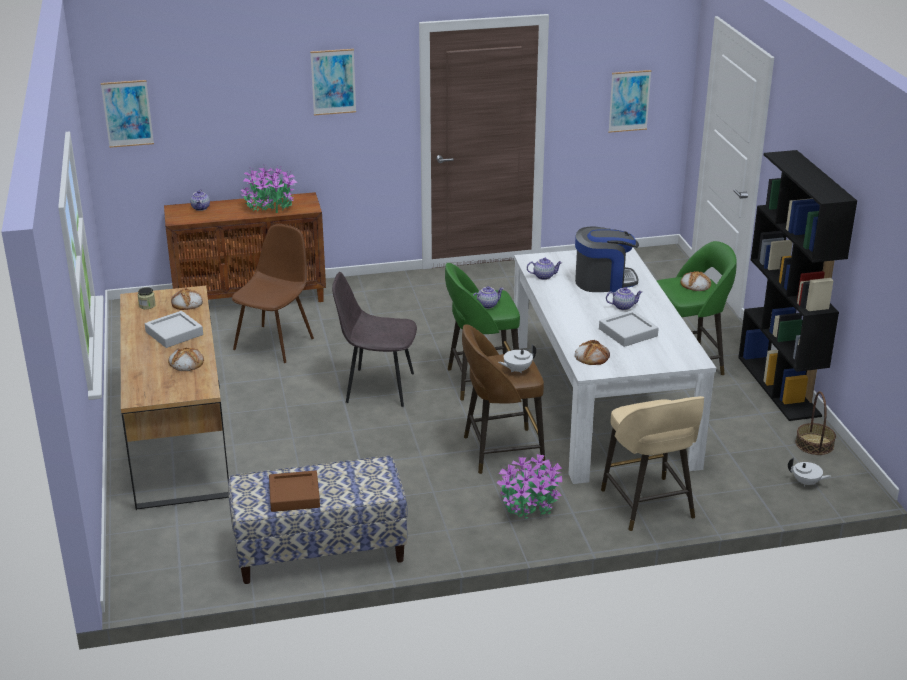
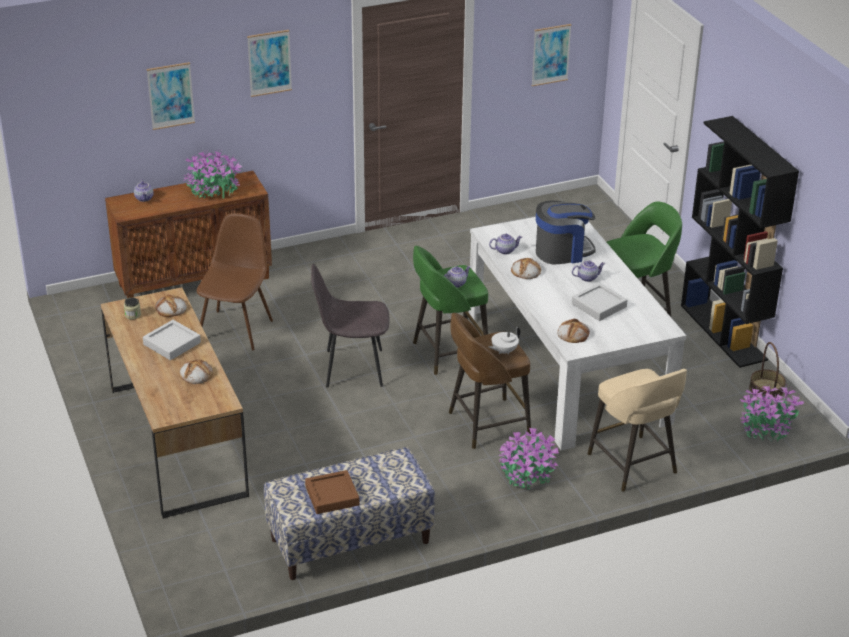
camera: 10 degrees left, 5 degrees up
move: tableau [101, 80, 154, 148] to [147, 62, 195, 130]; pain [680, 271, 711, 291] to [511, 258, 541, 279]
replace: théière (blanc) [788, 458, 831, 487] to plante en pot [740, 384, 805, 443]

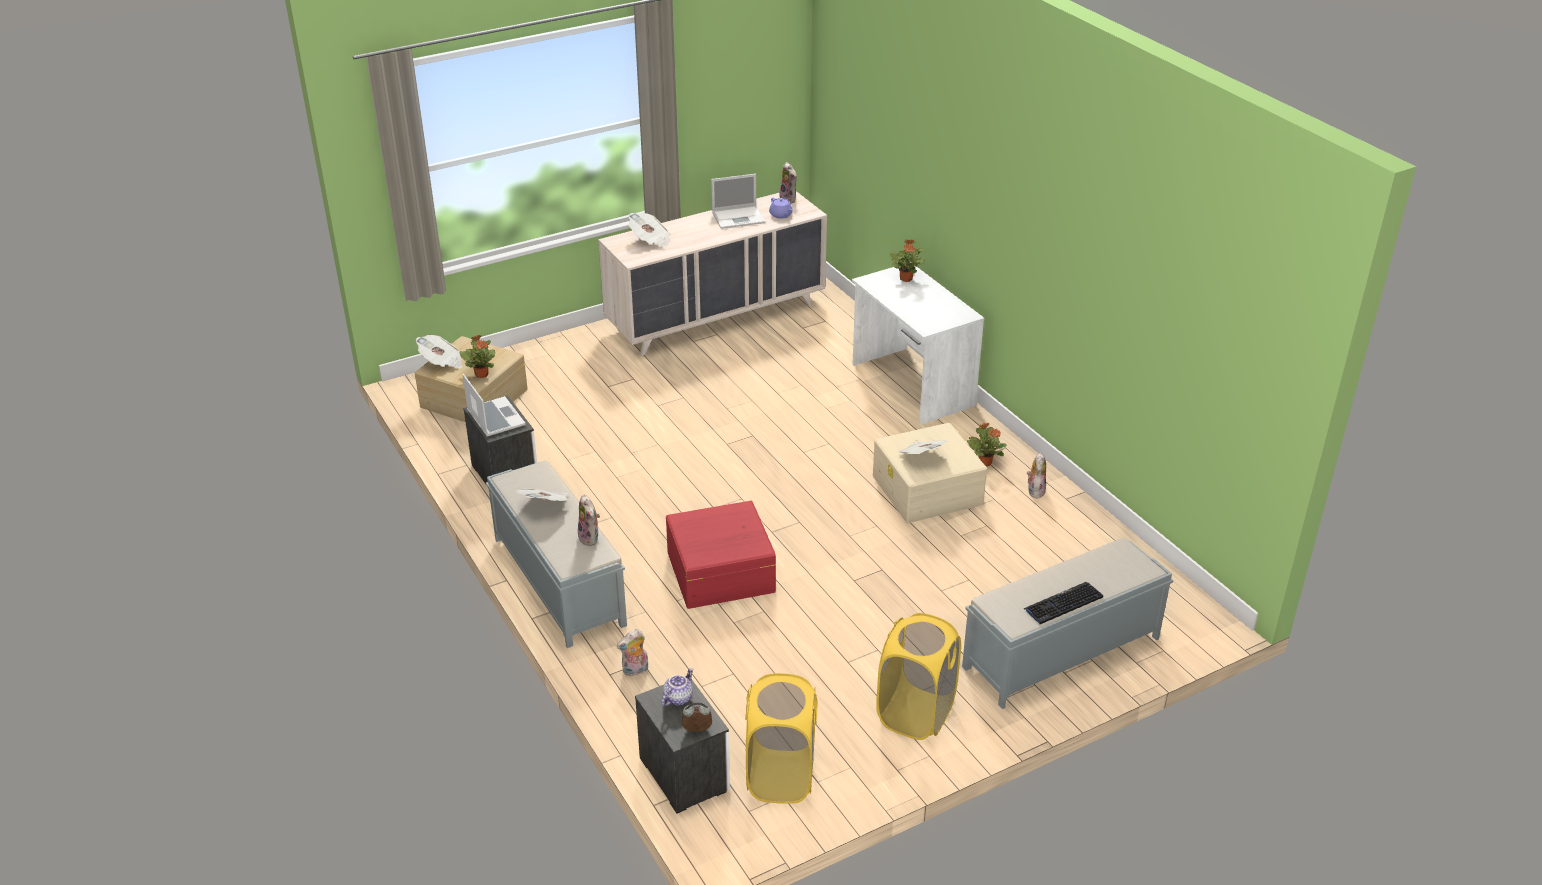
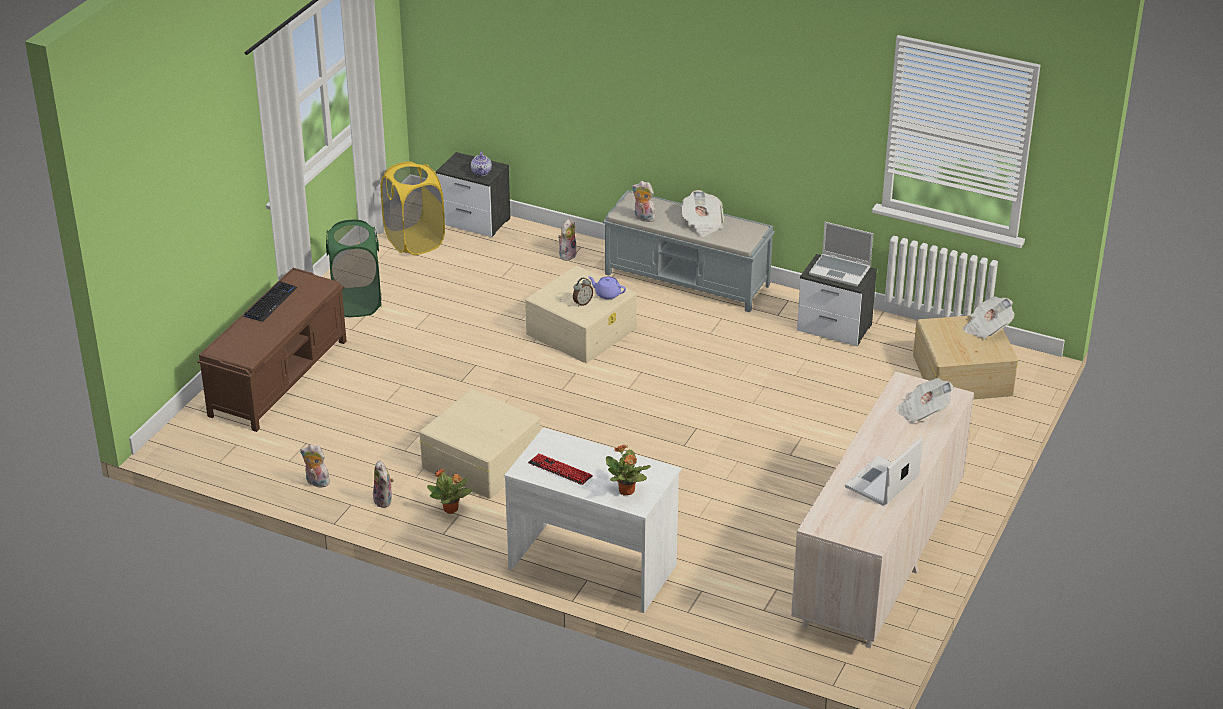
camera: 145 degrees right, 0 degrees up
delete: plante en pot [460, 335, 495, 378]; journal [898, 440, 948, 454]
insert: clavier [528, 454, 593, 485]
move: peluche [779, 162, 797, 203] to [300, 445, 330, 487]; réveil [682, 702, 712, 732] to [573, 278, 593, 307]; théière (violet) [769, 198, 793, 219] to [588, 276, 626, 299]
recolor: banc (gris) [962, 538, 1173, 709] to banc (marron) [198, 268, 347, 432]; panier à linge (jaune) [876, 613, 961, 740] to panier à linge (vert) [326, 220, 381, 317]; boîte de rangement (rouge) [666, 501, 776, 609] to boîte de rangement (beige) [525, 265, 637, 363]

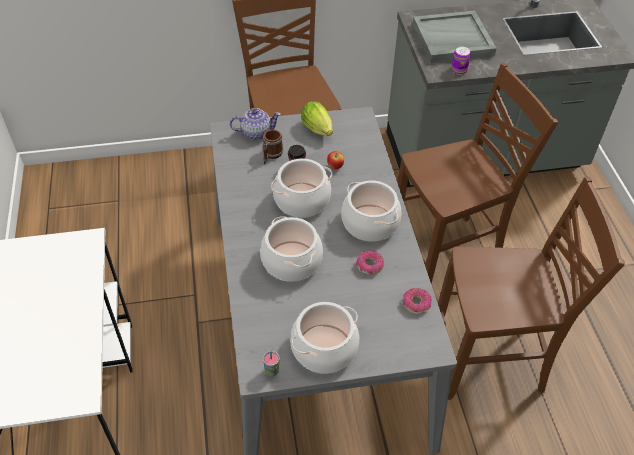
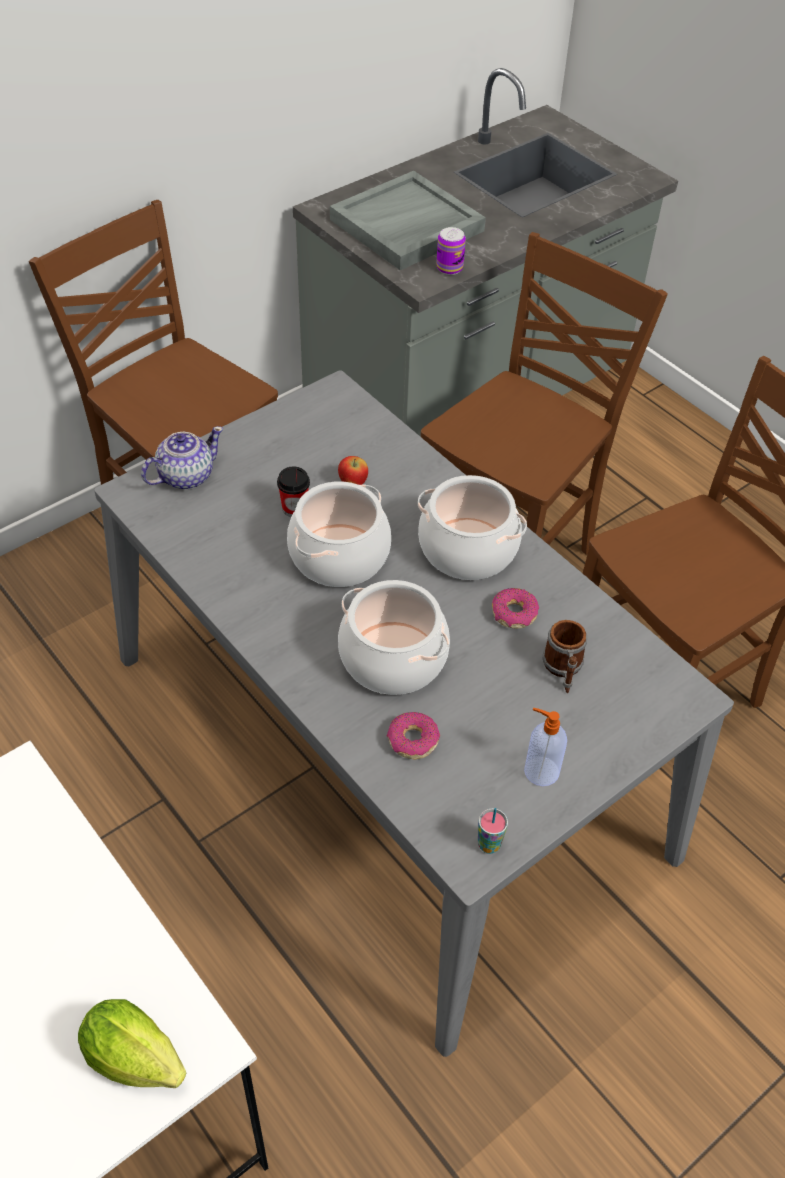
camera: 30 degrees left, 0 degrees up
move: laitue [301, 101, 333, 136] to [78, 999, 186, 1088]; beignet [403, 288, 432, 314] to [387, 712, 440, 760]; mug [263, 129, 283, 164] to [542, 620, 587, 693]
replace: marmite [290, 302, 359, 374] to distributeur de savon [524, 707, 567, 786]

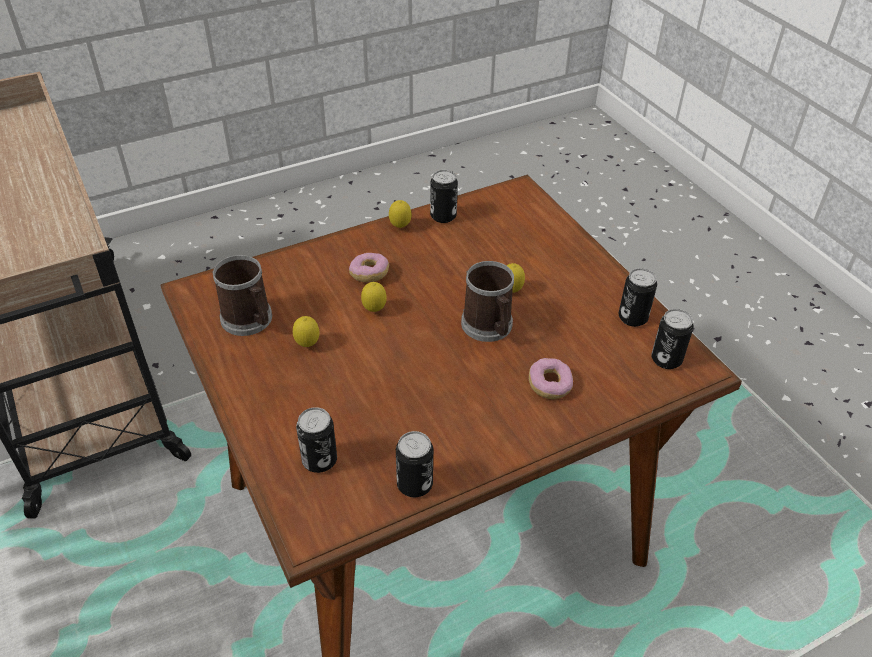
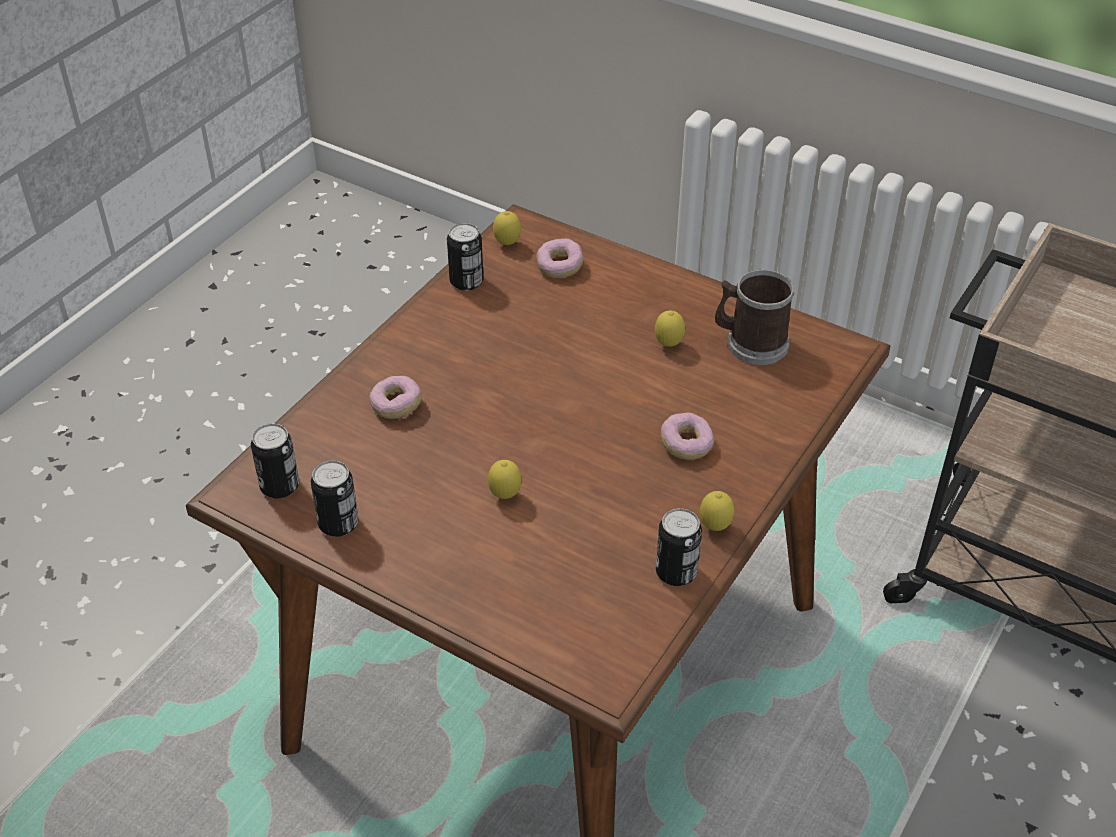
camera: 150 degrees right, 0 degrees up
delete: mug [461, 261, 514, 342]
move: citron [361, 282, 387, 312] to [493, 211, 521, 245]
replace: boîte métallique [296, 407, 337, 473] to beignet [536, 239, 583, 278]

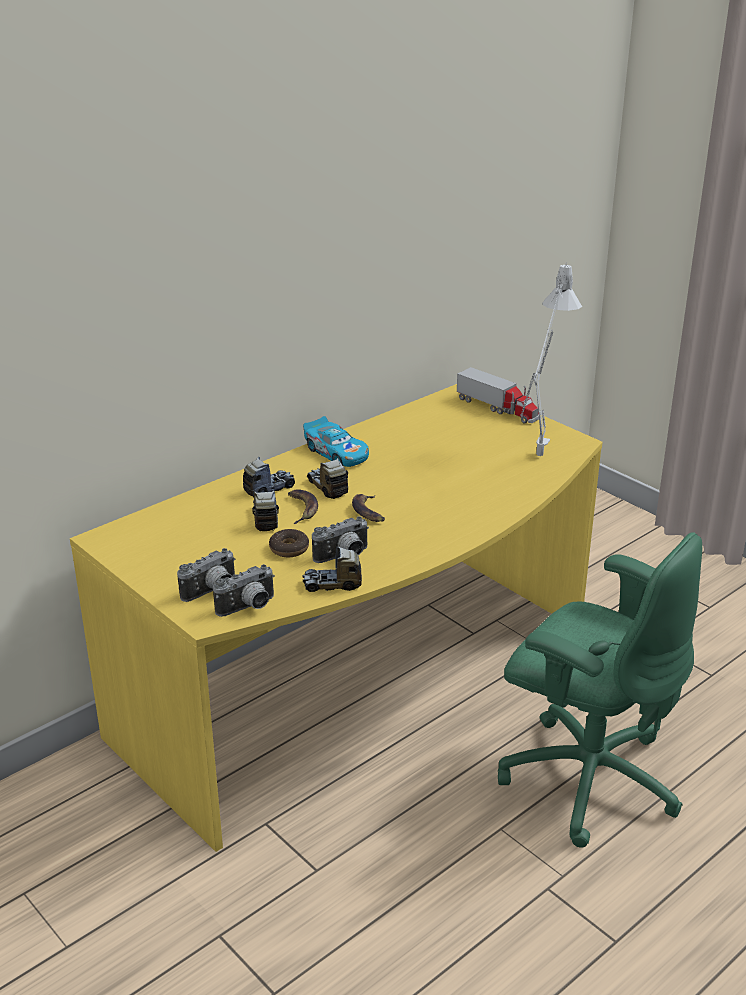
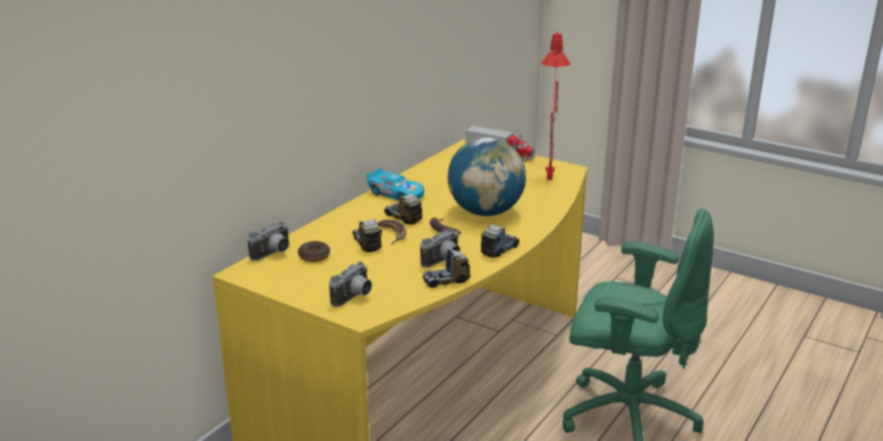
camera: 15 degrees left, 5 degrees down
insert: globe [448, 137, 526, 216]
move: appareil photo [213, 564, 275, 617] to [247, 221, 289, 261]; beignet [269, 529, 309, 557] to [298, 241, 330, 262]; camion jouet [243, 457, 295, 498] to [481, 223, 519, 258]
recolor: lampe de table (gris) [521, 263, 582, 456] to lampe de table (rouge) [541, 31, 571, 180]

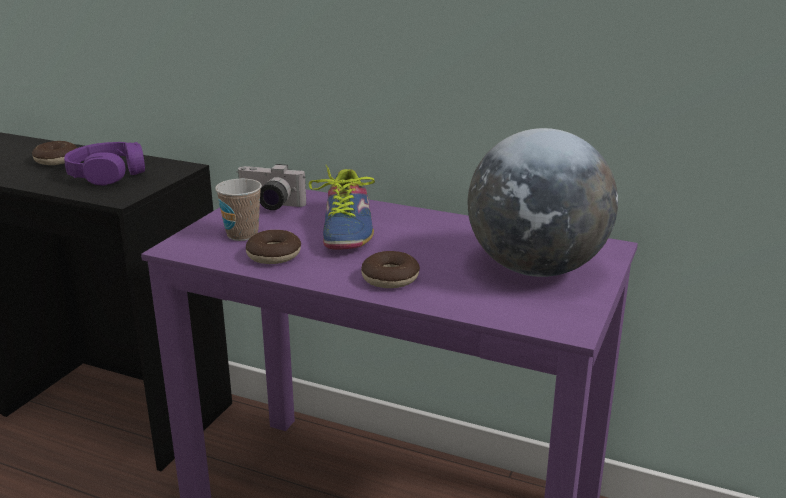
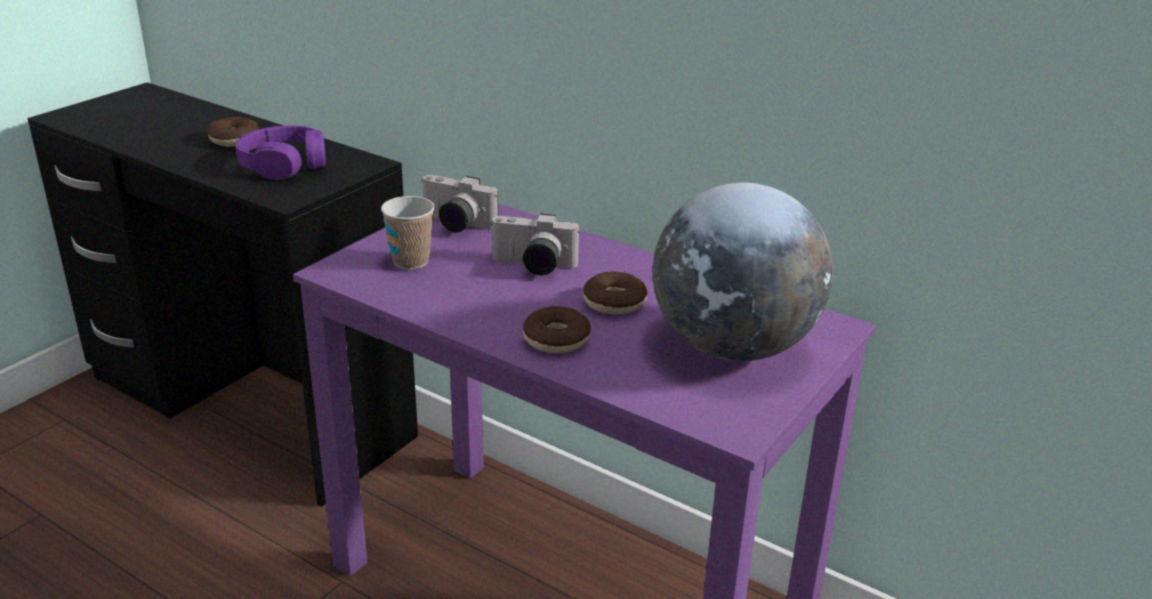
camera: 10 degrees right, 5 degrees up
move: beignet [246, 230, 301, 264] to [583, 271, 648, 315]
replace: chaussure [309, 165, 375, 250] to appareil photo [490, 213, 580, 275]

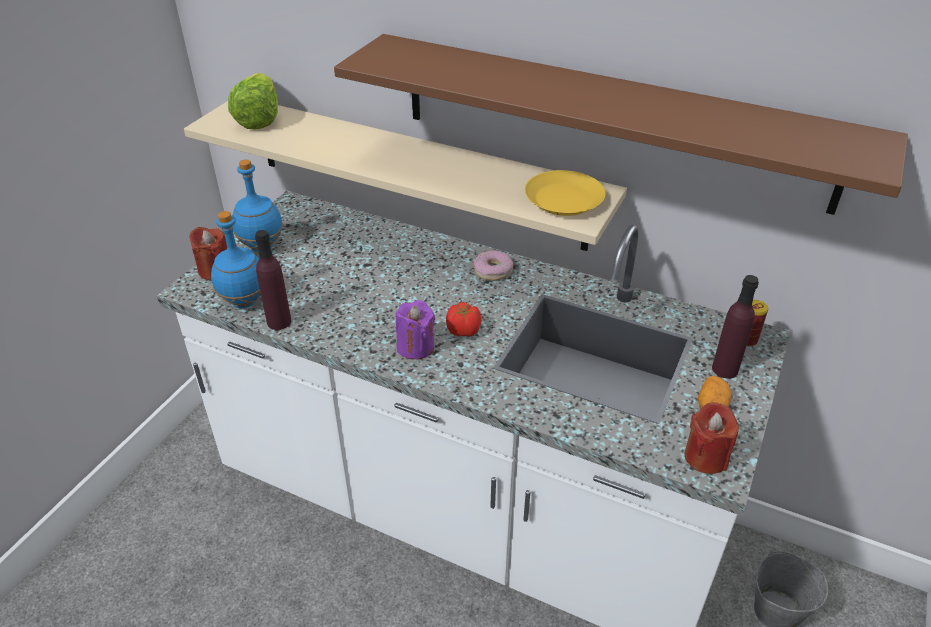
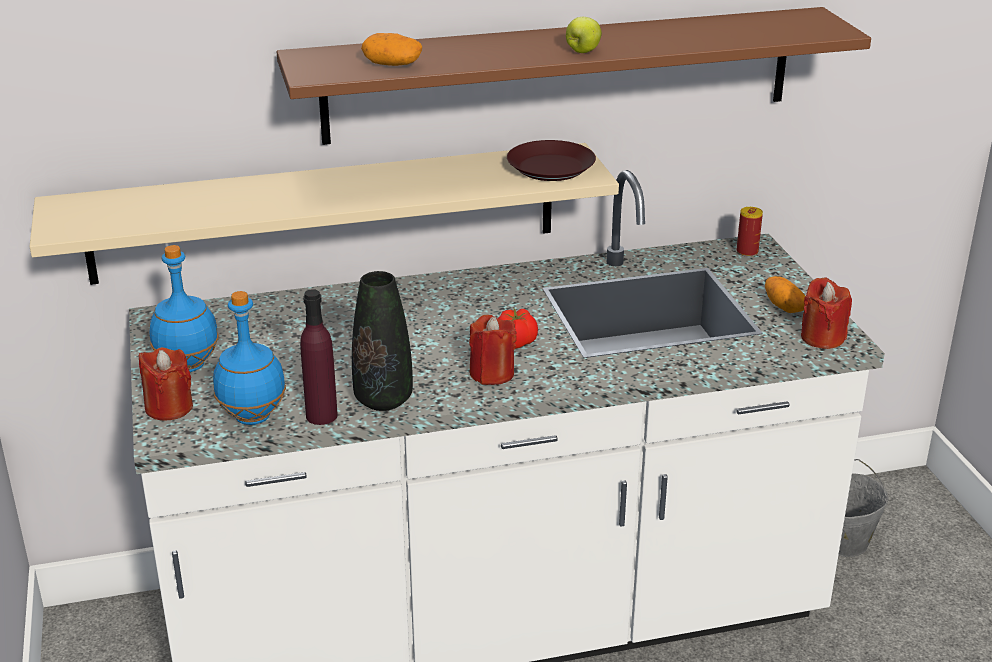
camera: 40 degrees left, 10 degrees down
delete: laitue [228, 73, 278, 130]; beignet [473, 250, 513, 281]; bouteille (violet) [712, 275, 759, 379]
insert: vase (noir) [352, 271, 413, 411]; pomme de terre [361, 33, 422, 66]; pomme [566, 17, 602, 53]
recolor: bougie (violet) [396, 300, 435, 360] to bougie (rouge) [469, 315, 517, 385]; assiette (jaune) [525, 170, 605, 216] to assiette (marron) [507, 140, 596, 181]

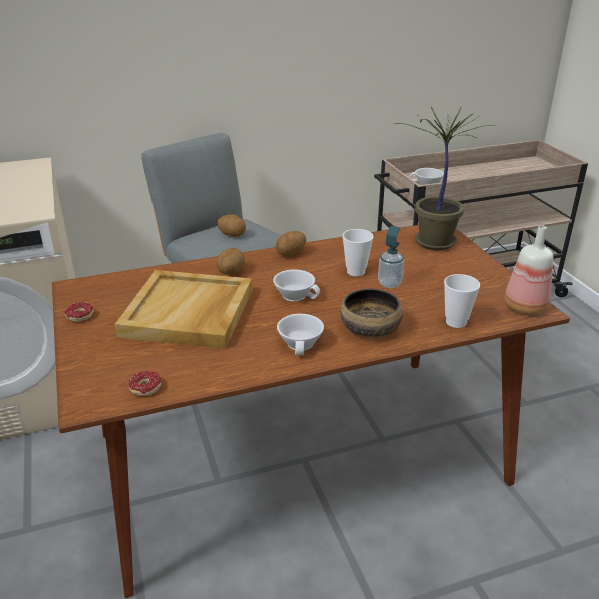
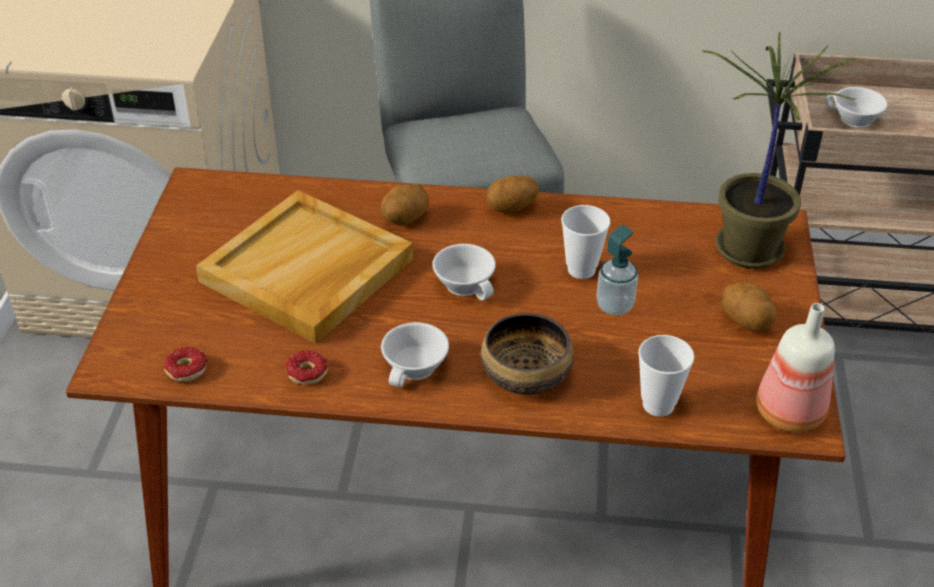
camera: 25 degrees right, 10 degrees up
move: beignet [64, 302, 93, 322] to [285, 350, 328, 392]; pomme de terre [217, 215, 246, 237] to [722, 282, 777, 332]

